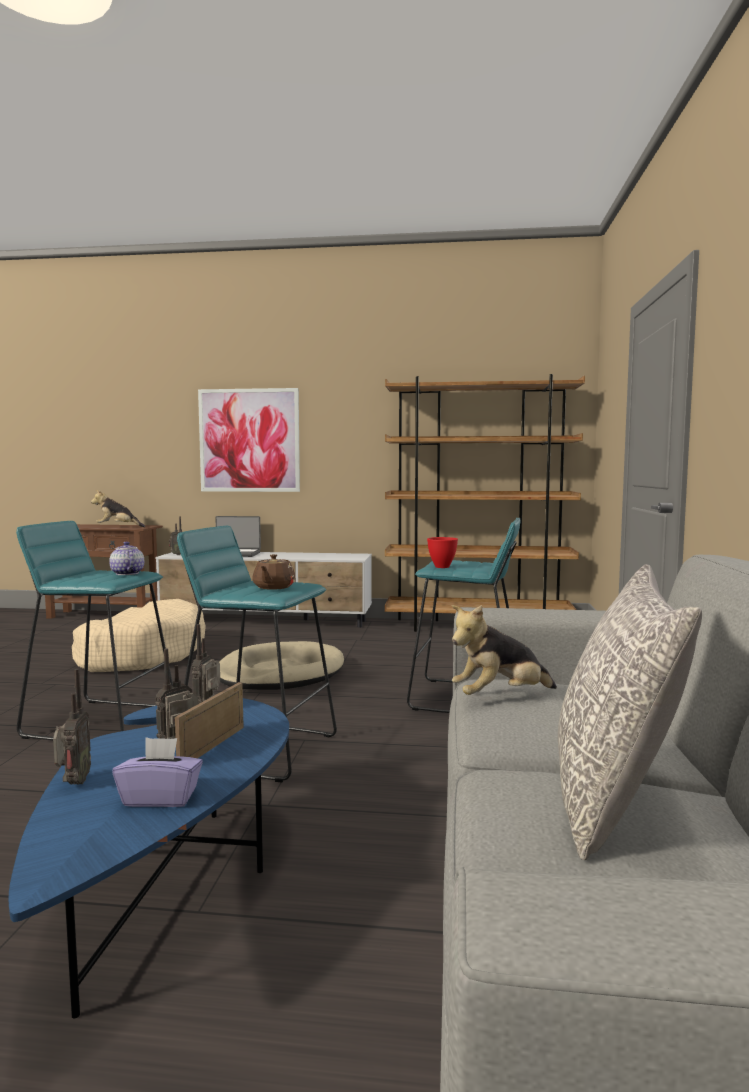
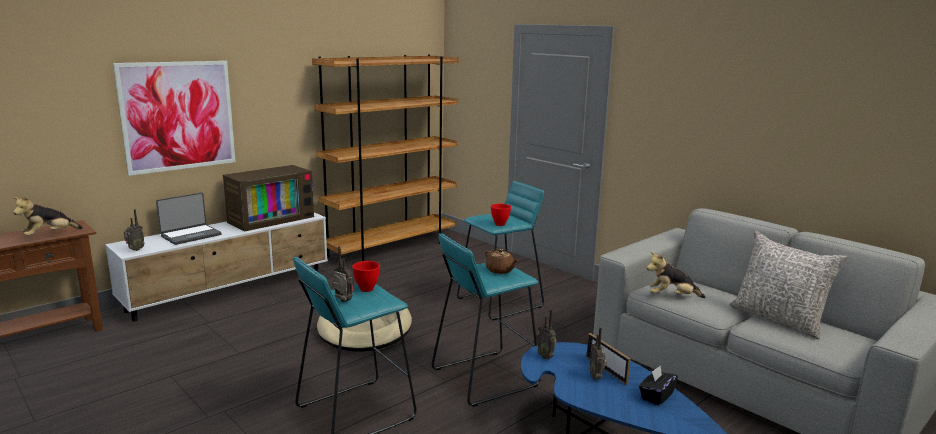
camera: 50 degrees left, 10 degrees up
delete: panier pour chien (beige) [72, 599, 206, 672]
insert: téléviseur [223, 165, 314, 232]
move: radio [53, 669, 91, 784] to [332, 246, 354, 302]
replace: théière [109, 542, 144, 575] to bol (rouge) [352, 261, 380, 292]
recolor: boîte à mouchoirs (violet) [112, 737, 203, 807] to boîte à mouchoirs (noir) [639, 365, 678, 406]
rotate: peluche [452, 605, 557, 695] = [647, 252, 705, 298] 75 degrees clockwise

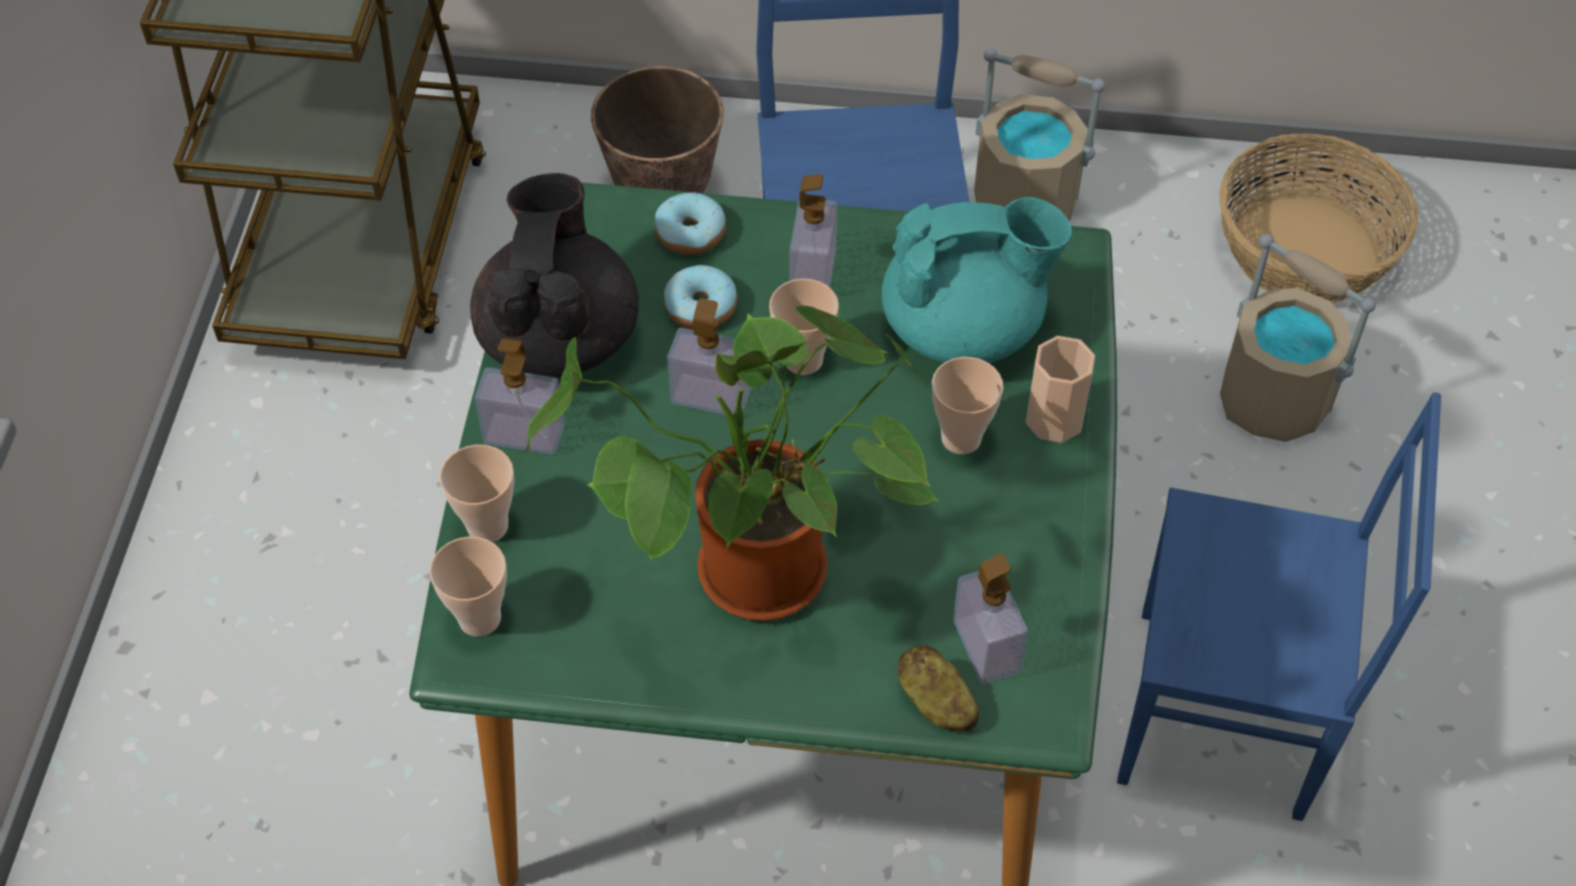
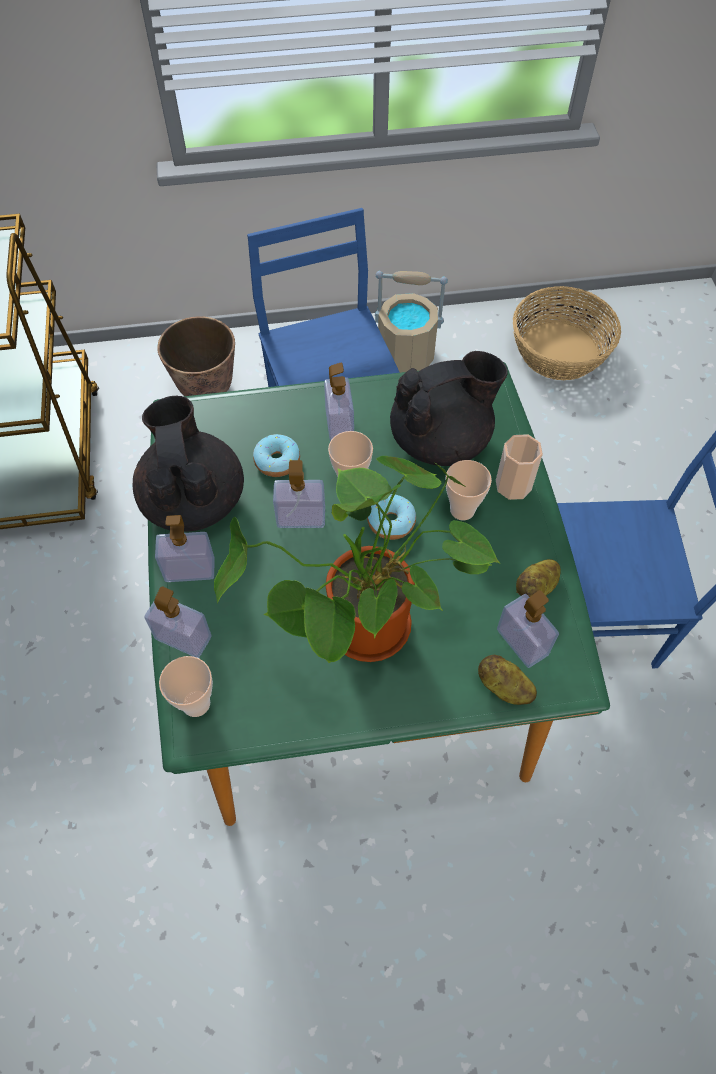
camera: 15 degrees left, 5 degrees up
delete: seau (beige) [1220, 234, 1376, 442]
insert: pomme de terre [516, 559, 561, 597]
move: beignet [654, 192, 726, 255] to [367, 494, 416, 540]
replace: tasse [439, 445, 514, 542] to distributeur de savon [144, 587, 211, 658]
recolor: théière (turquoise) [882, 197, 1072, 363] to théière (noir) [390, 351, 508, 466]

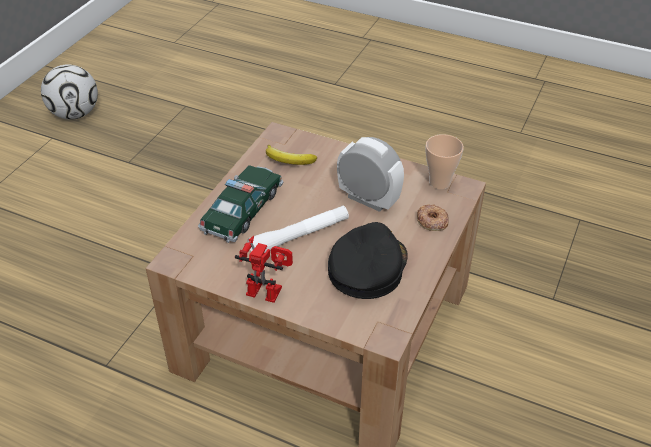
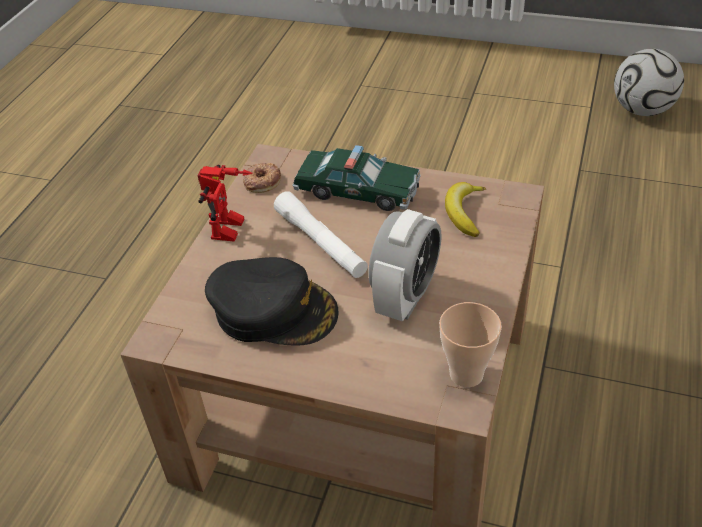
camera: 85 degrees right, 0 degrees up
move: beignet [417, 204, 449, 231] to [243, 163, 281, 193]

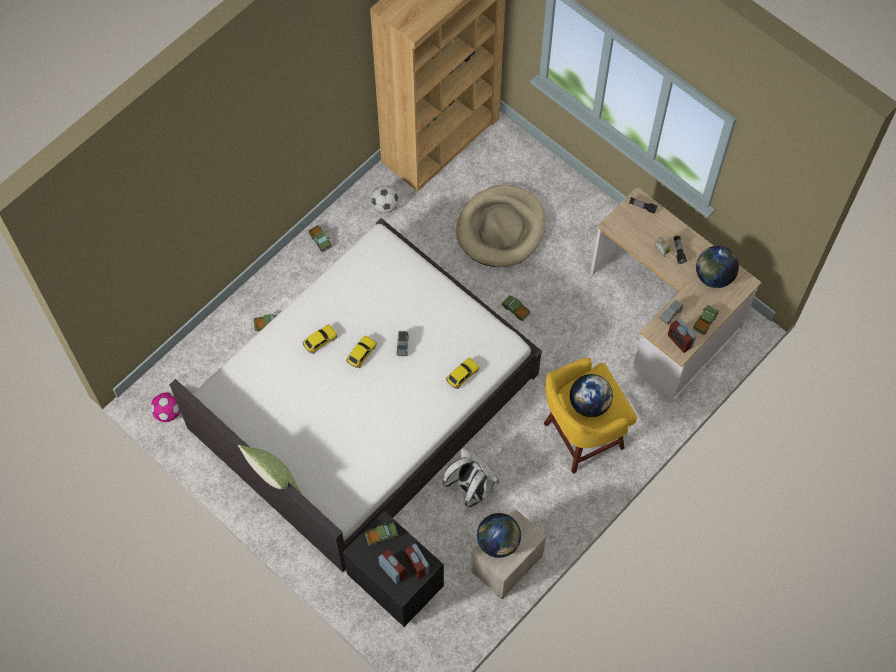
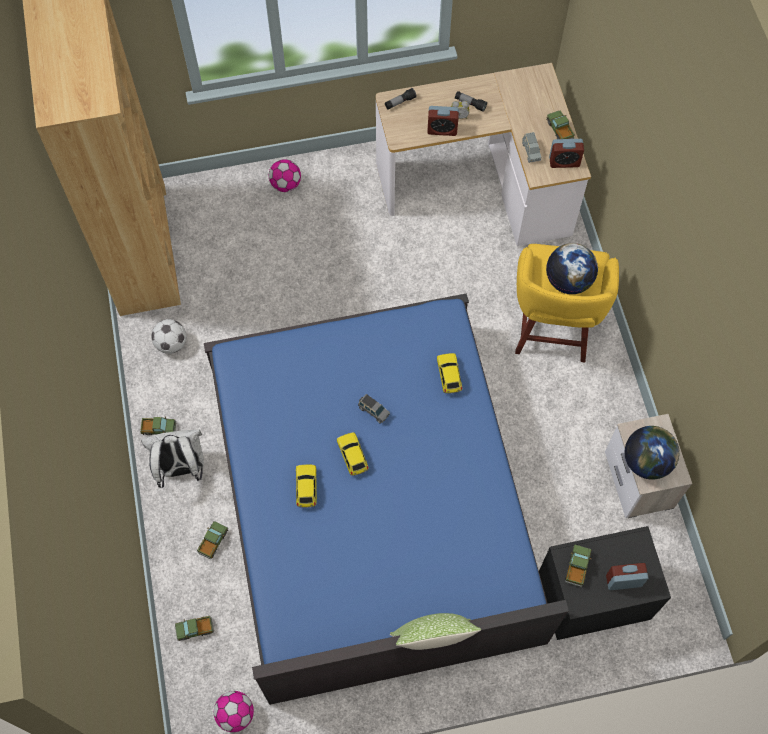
camera: 55 degrees left, 0 degrees up
delete: panier pour chien (beige) [456, 184, 546, 267]; globe [696, 246, 739, 288]
insert: ballon de foot [269, 159, 301, 192]
move: sac à dos (blanc) [442, 448, 499, 507] to [141, 429, 204, 488]; camion jouet [502, 295, 530, 321] to [175, 616, 214, 641]; réveil [405, 543, 429, 579] to [427, 106, 459, 136]
recolor: lit (blanc) [169, 218, 542, 572] to lit (bleu) [204, 293, 569, 705]

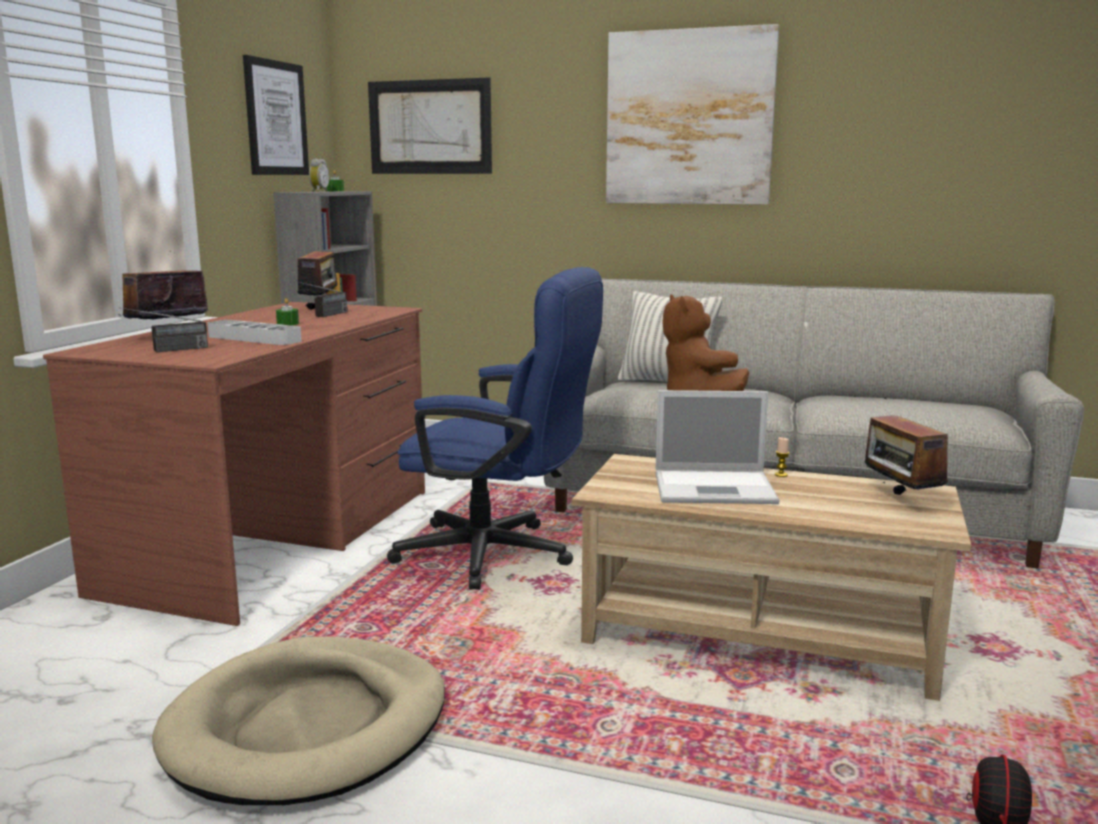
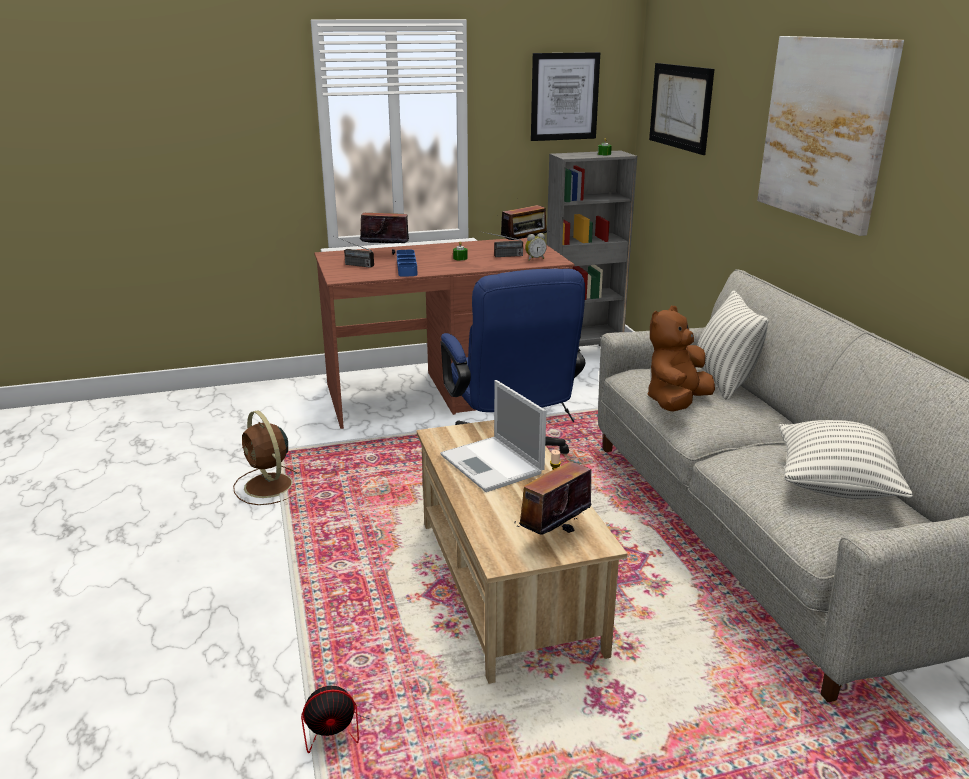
camera: 55 degrees right, 10 degrees up
insert: coussin [779, 420, 913, 499]
move: réveil [309, 159, 329, 192] to [525, 233, 547, 261]
replace: panier pour chien (beige) [152, 636, 445, 805] to ventilateur (marron) [233, 411, 301, 505]
recolor: plateau (gris) [208, 320, 301, 345] to plateau (bleu) [396, 250, 418, 277]

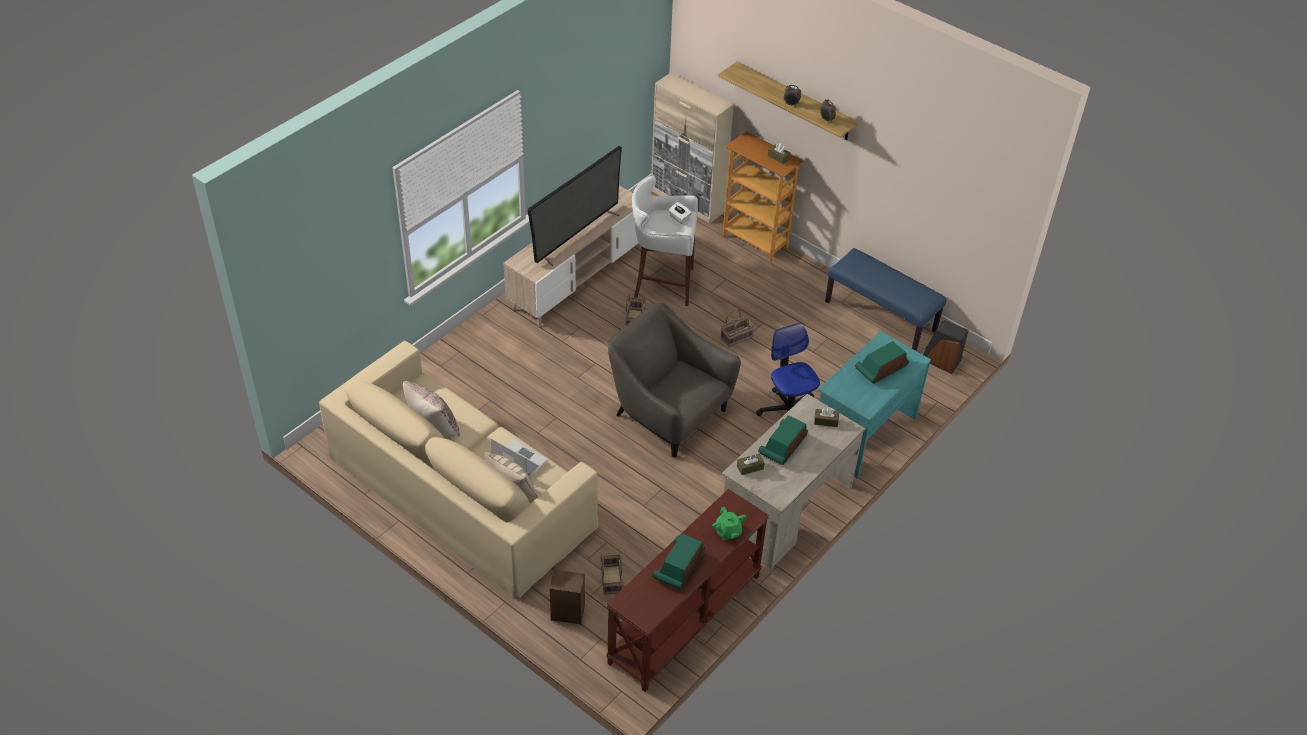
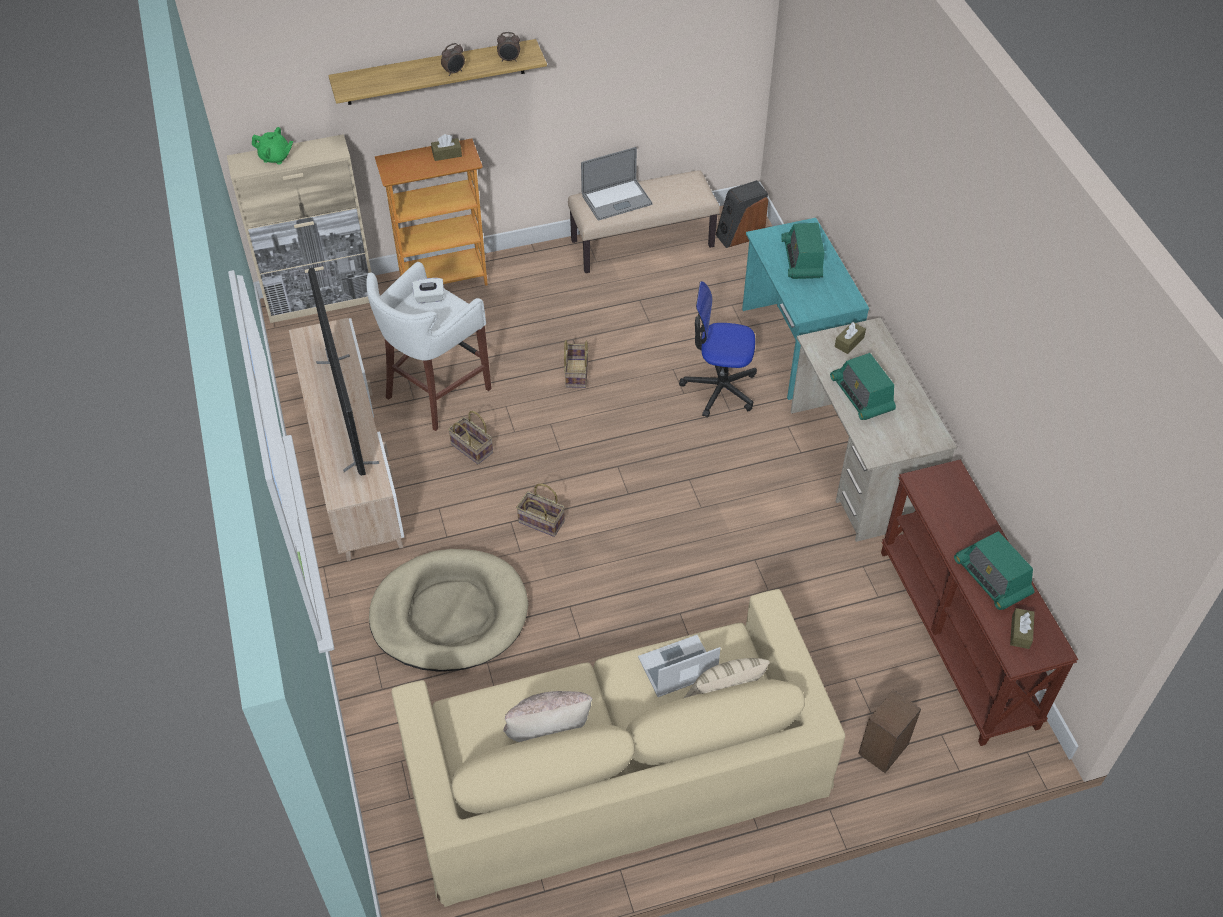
camera: 55 degrees left, 5 degrees up
delete: fauteuil (gris) [608, 303, 741, 458]
insert: panier pour chien (beige) [369, 549, 529, 671]; ordinateur portable [581, 147, 653, 221]
move: théière (vert) [712, 507, 746, 540] to [252, 127, 293, 164]; panier [600, 553, 623, 595] to [516, 484, 565, 537]; boîte à mouchoirs (marron) [737, 454, 765, 475] to [1010, 608, 1035, 649]
recolor: banc (bleu) [825, 248, 947, 351] to banc (beige) [568, 170, 720, 273]

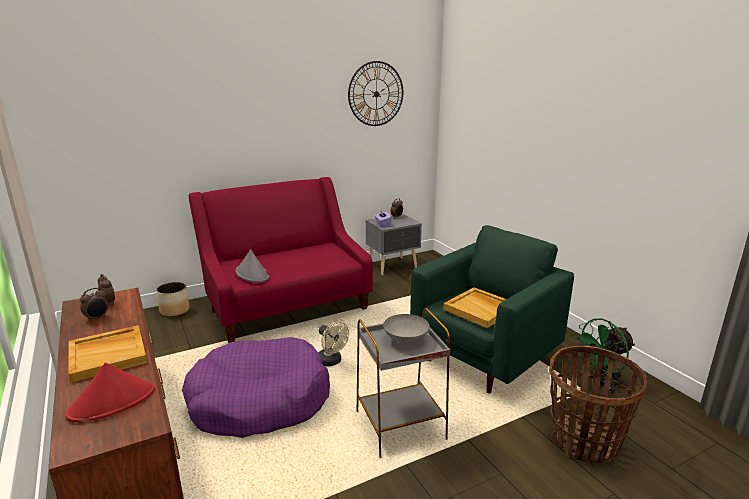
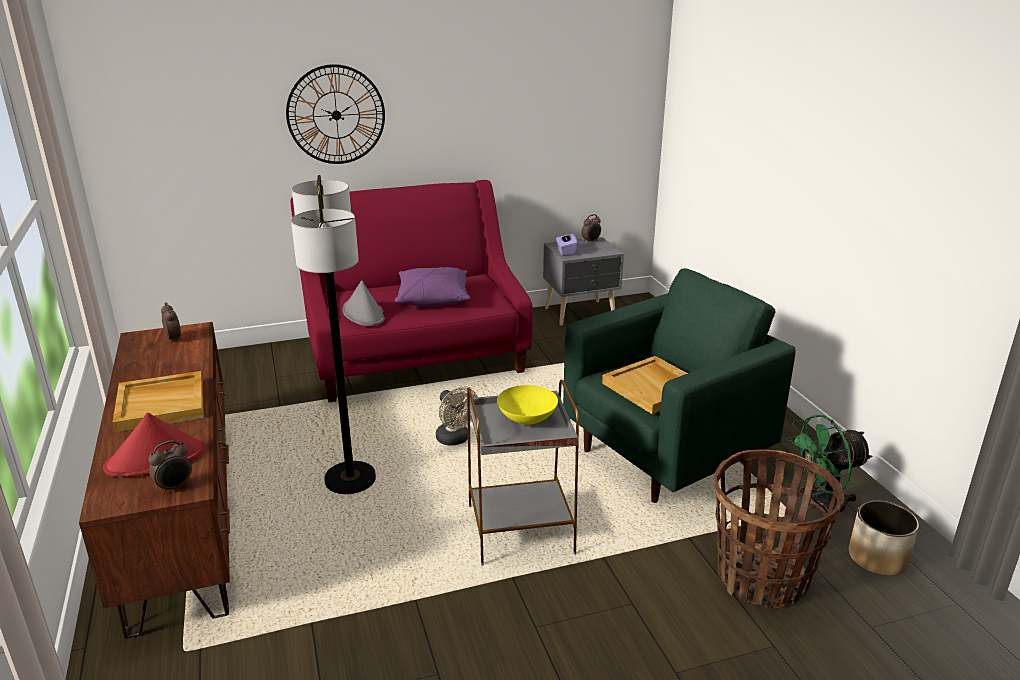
camera: 10 degrees right, 5 degrees up
insert: coussin (violet) [395, 267, 470, 306]
move: réveil [80, 288, 108, 322] to [148, 440, 192, 494]; horloge murale [348, 61, 403, 126] to [286, 64, 385, 164]; cache-pot [156, 282, 190, 317] to [849, 500, 919, 576]
replace: panier pour chien (violet) [182, 337, 330, 438] to lampadaire [291, 175, 376, 494]
recolor: bol (gris) [383, 314, 430, 344] to bol (jaune) [497, 385, 558, 425]

